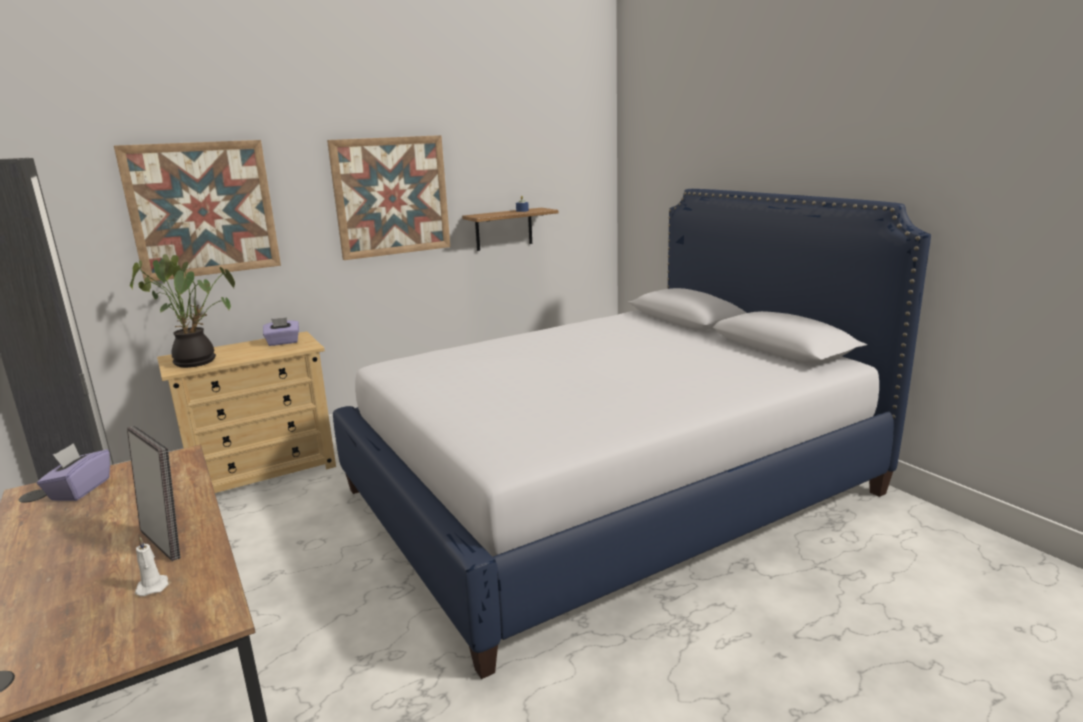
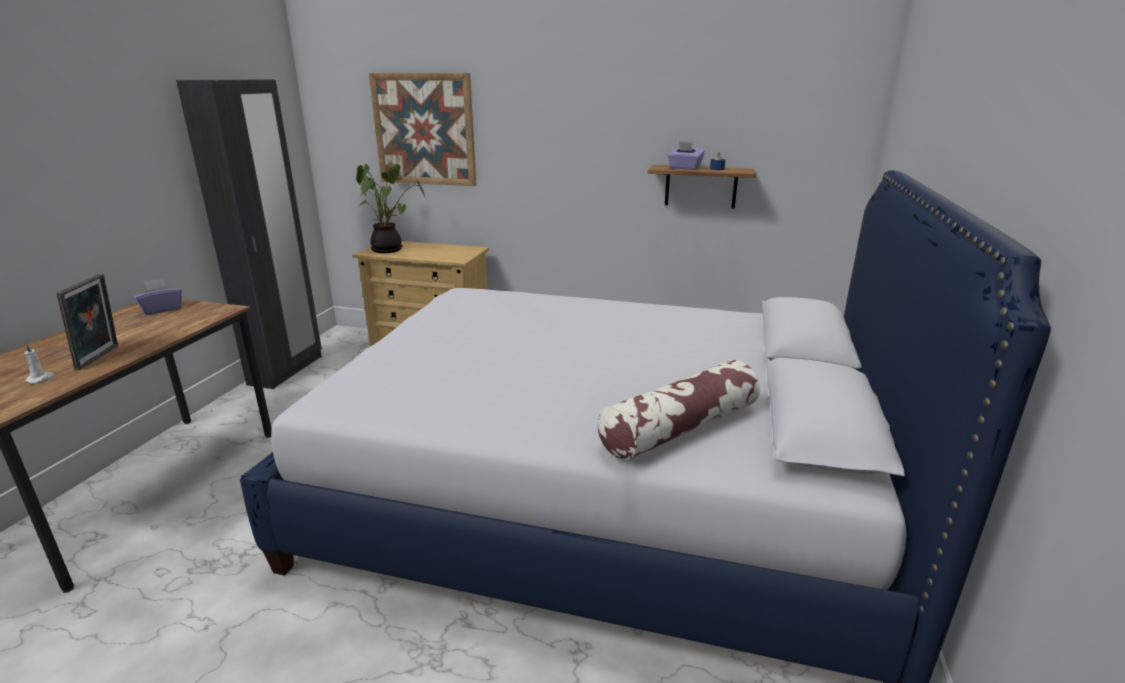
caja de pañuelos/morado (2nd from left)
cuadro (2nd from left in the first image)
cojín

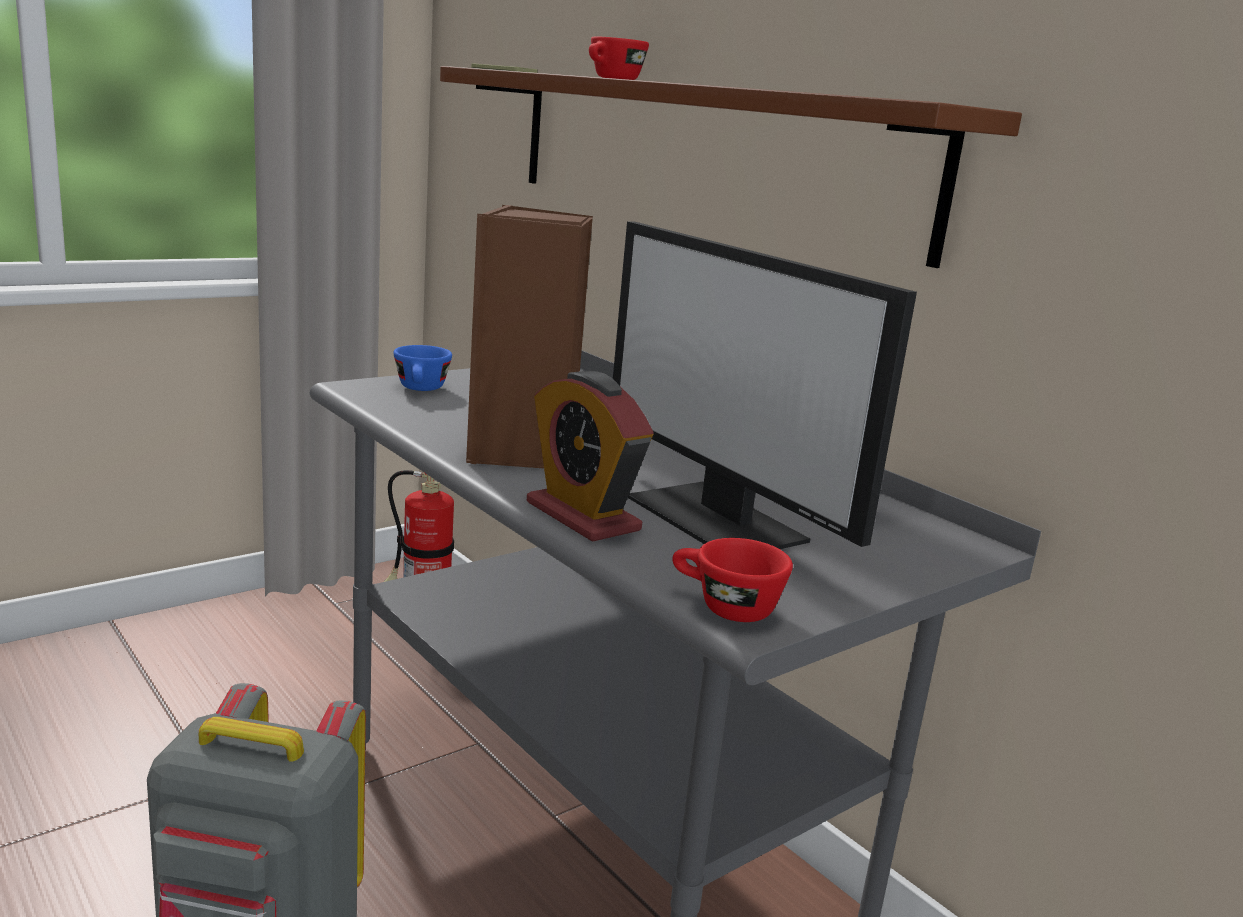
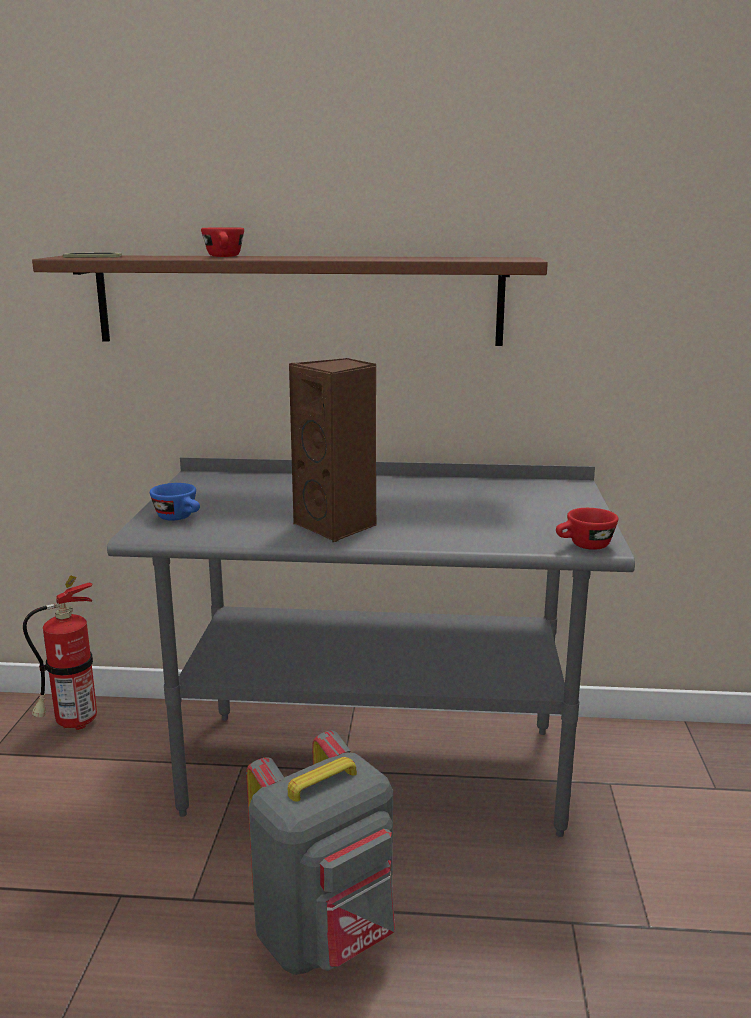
despertador
monitor

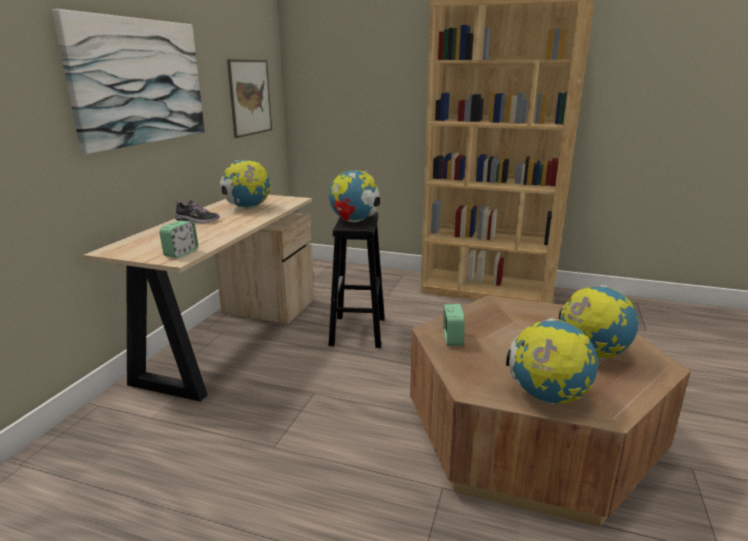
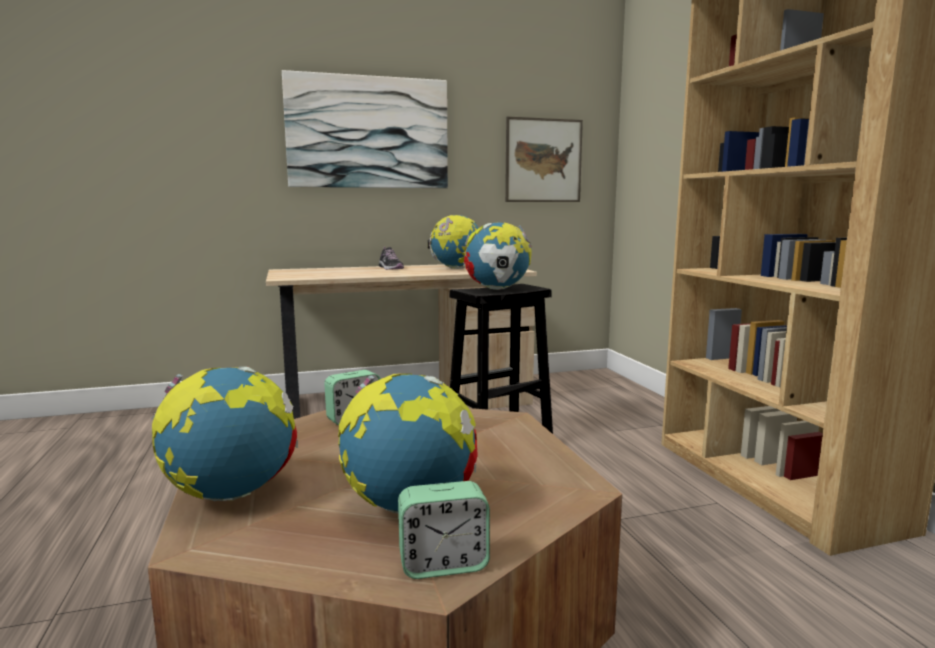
despertador (2nd from left)

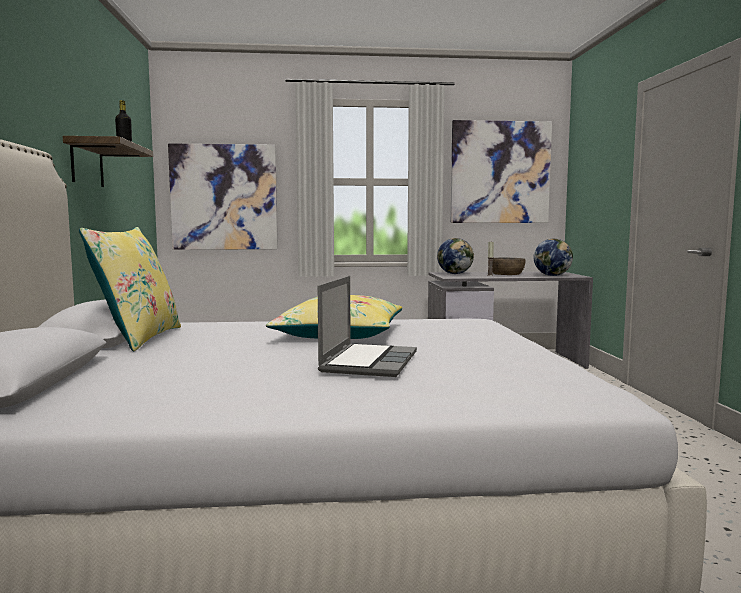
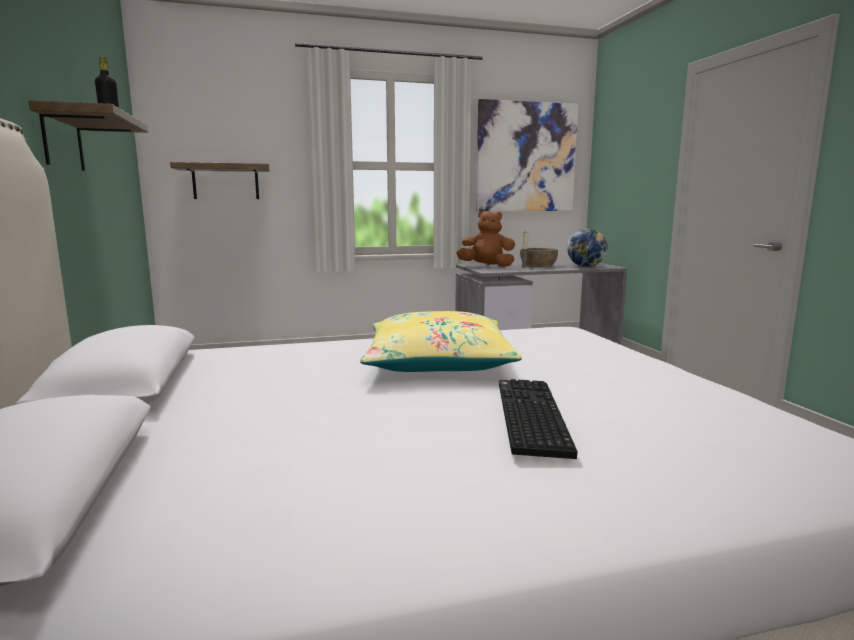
cojín/amarillo (1st from left in the first image)
estante (2nd from left)
teclado
peluche/marrón

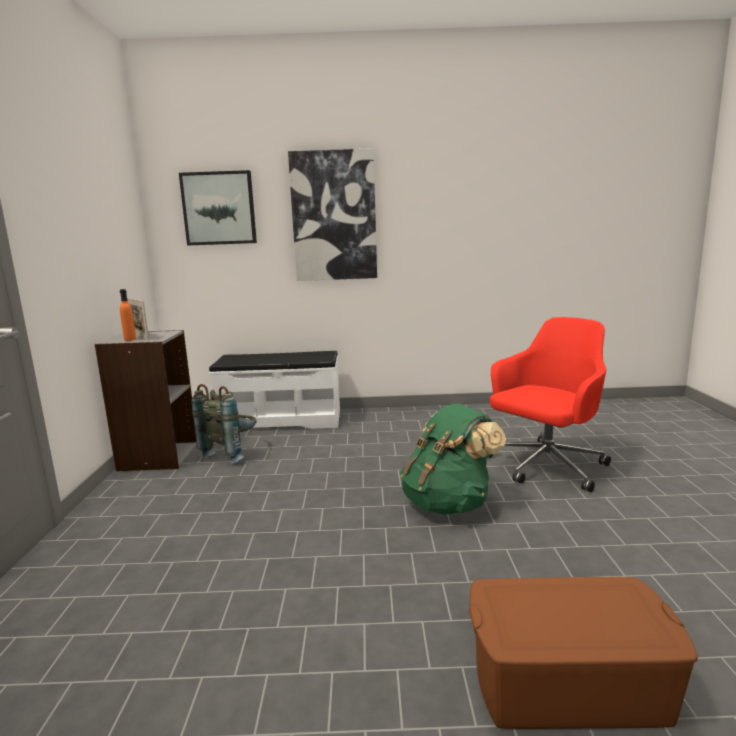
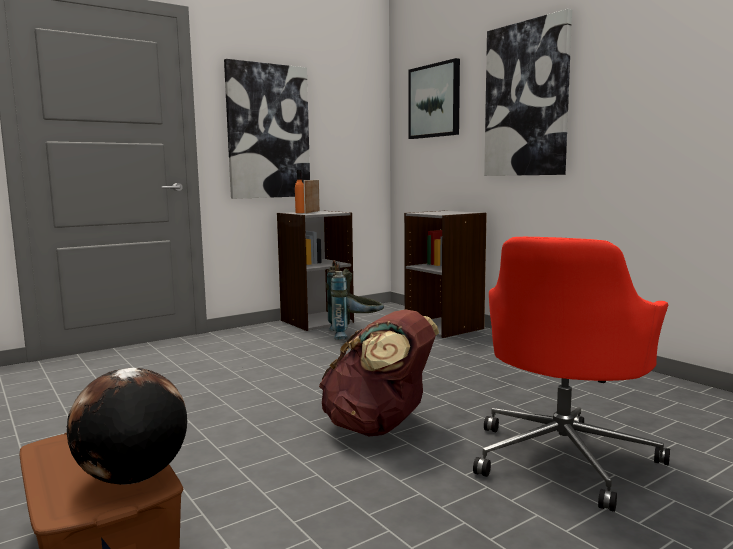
estantería/gris (2nd from left)
mochila/marrón
silla de oficina/rojo
globo terráqueo
cuadro (1st from left)

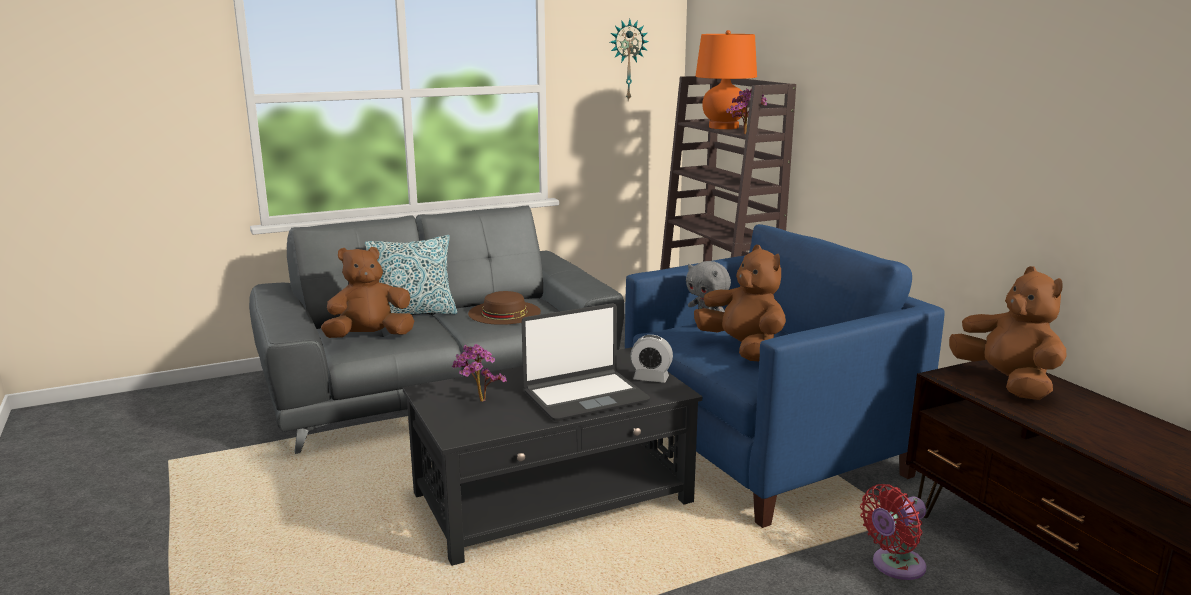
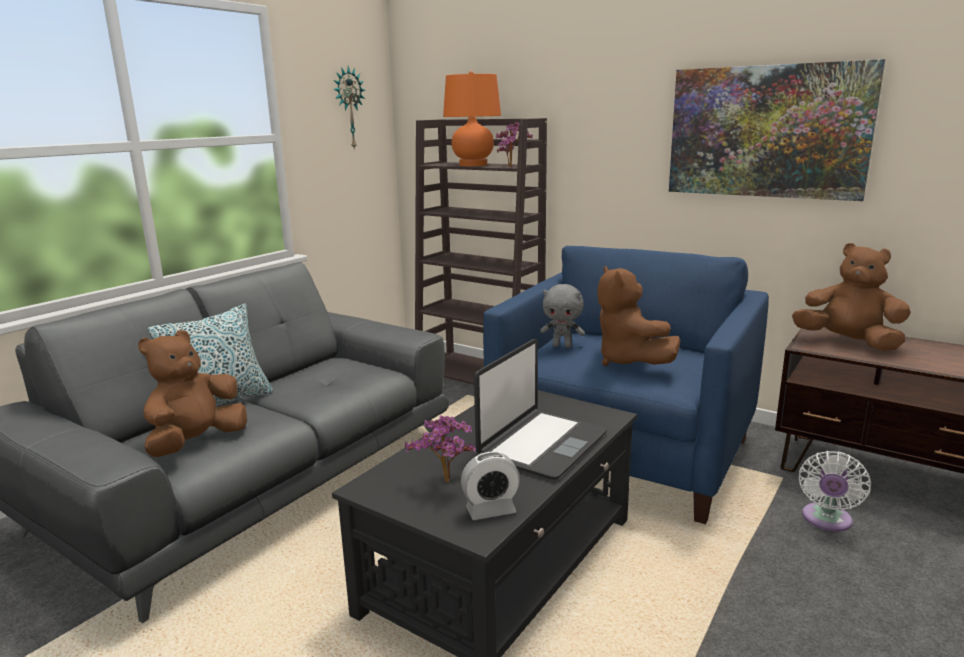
sombrero/marrón
despertador
peluche/marrón (2nd from left)
ventilador/blanco
cuadro

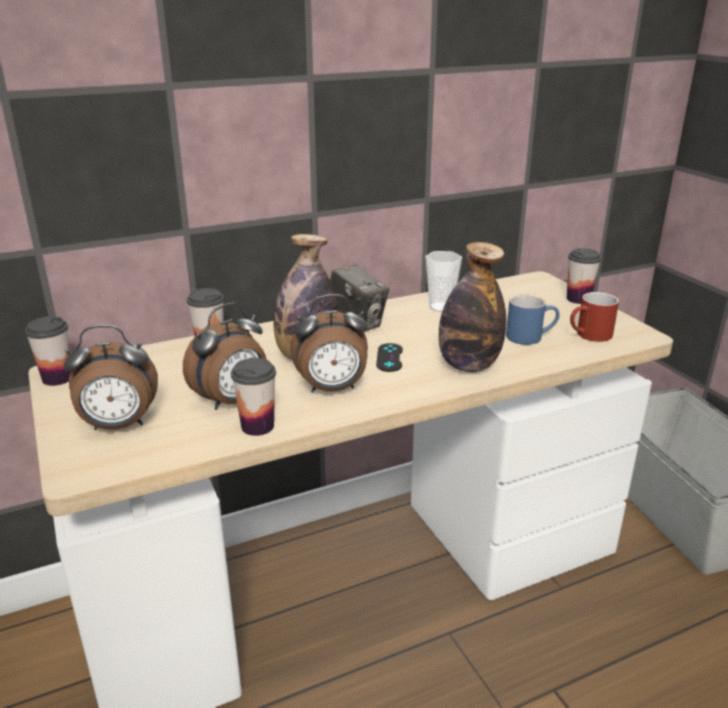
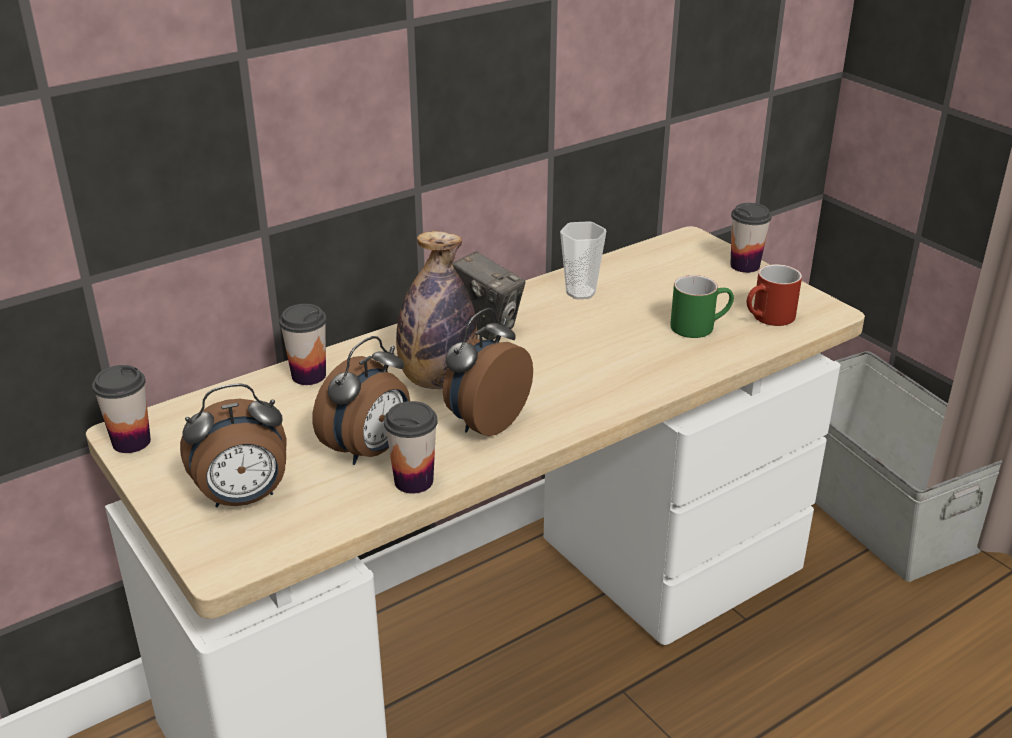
despertador (3rd from left)
mando de consola/negro
botella (2nd from left in the first image)
taza grande/verde

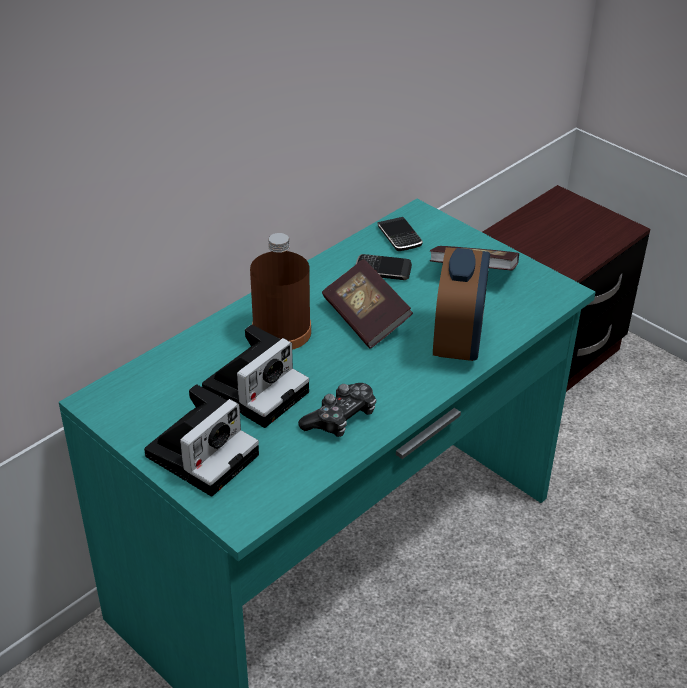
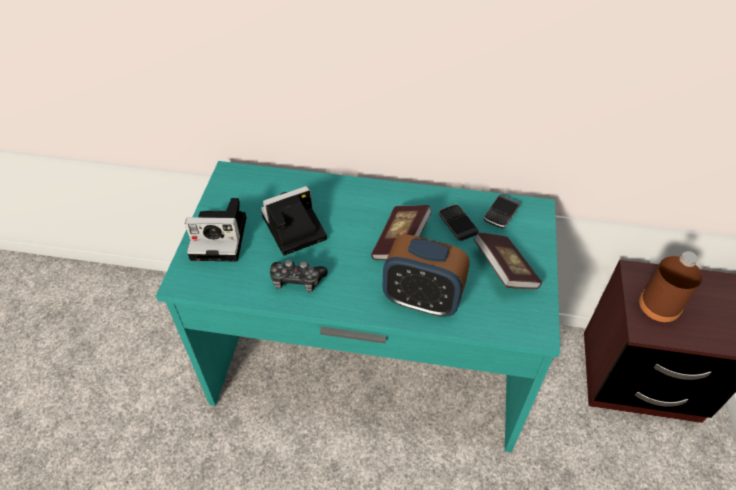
cámara (2nd from left)
botella/marrón
despertador

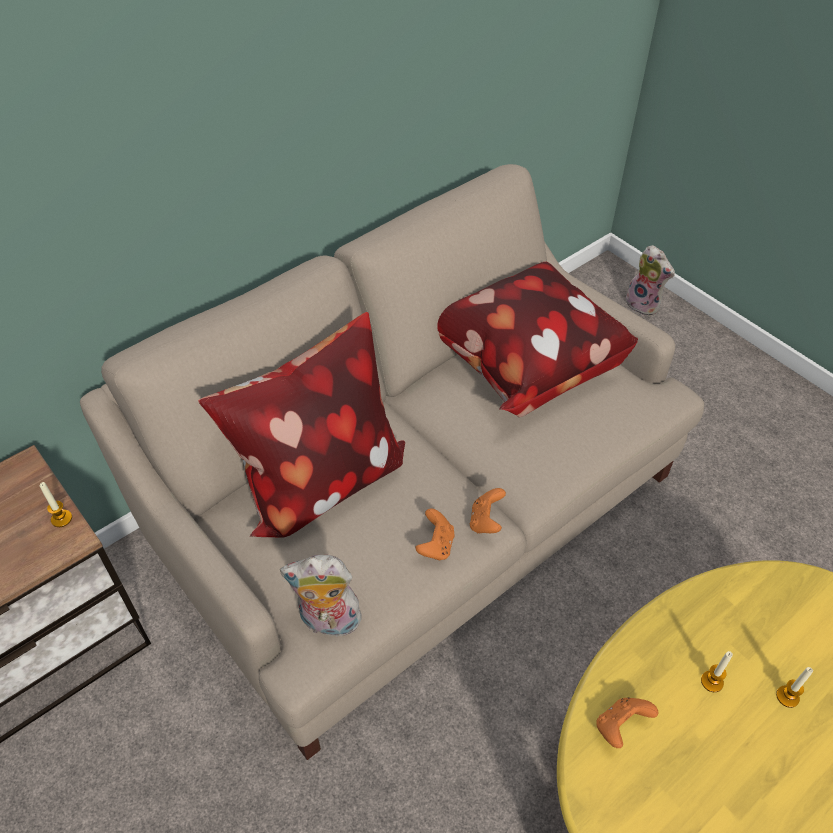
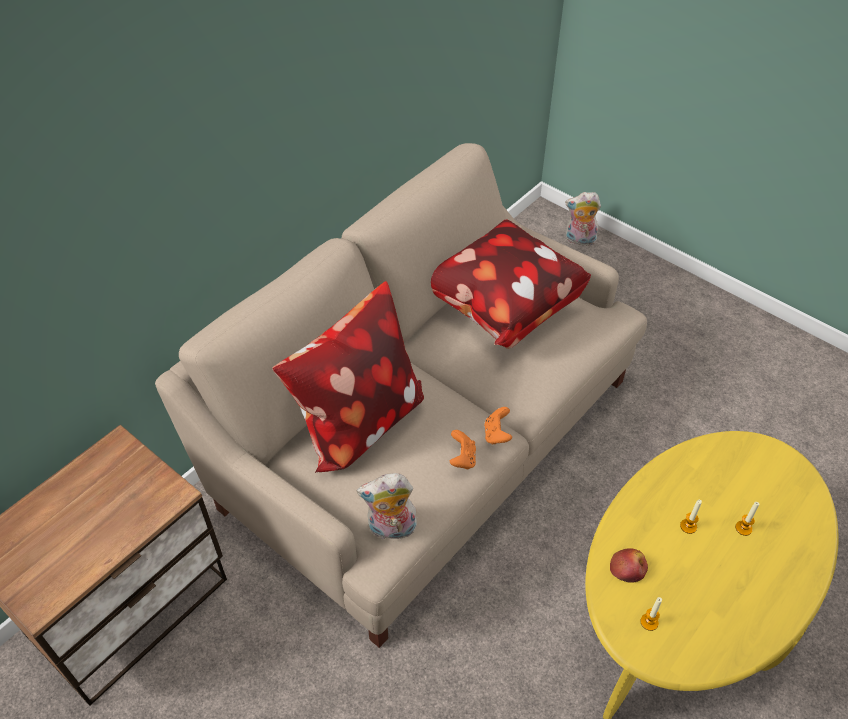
vela (1st from left)
manzana
peluche (2nd from left)

